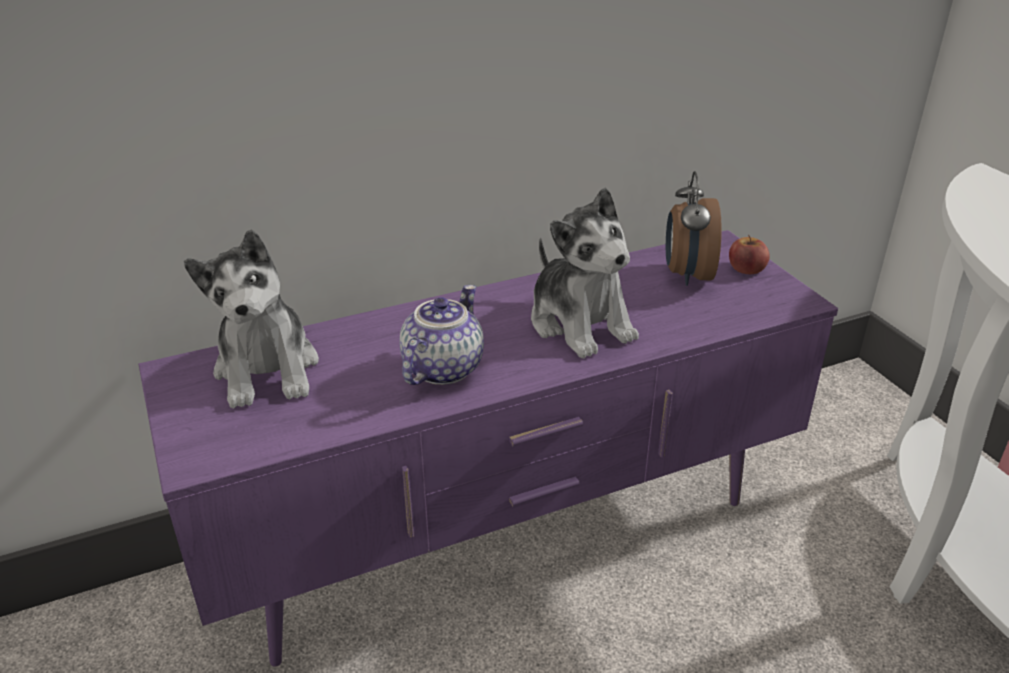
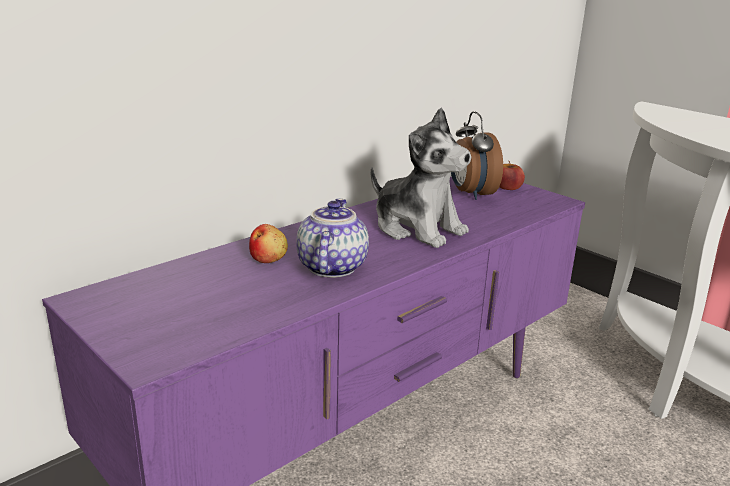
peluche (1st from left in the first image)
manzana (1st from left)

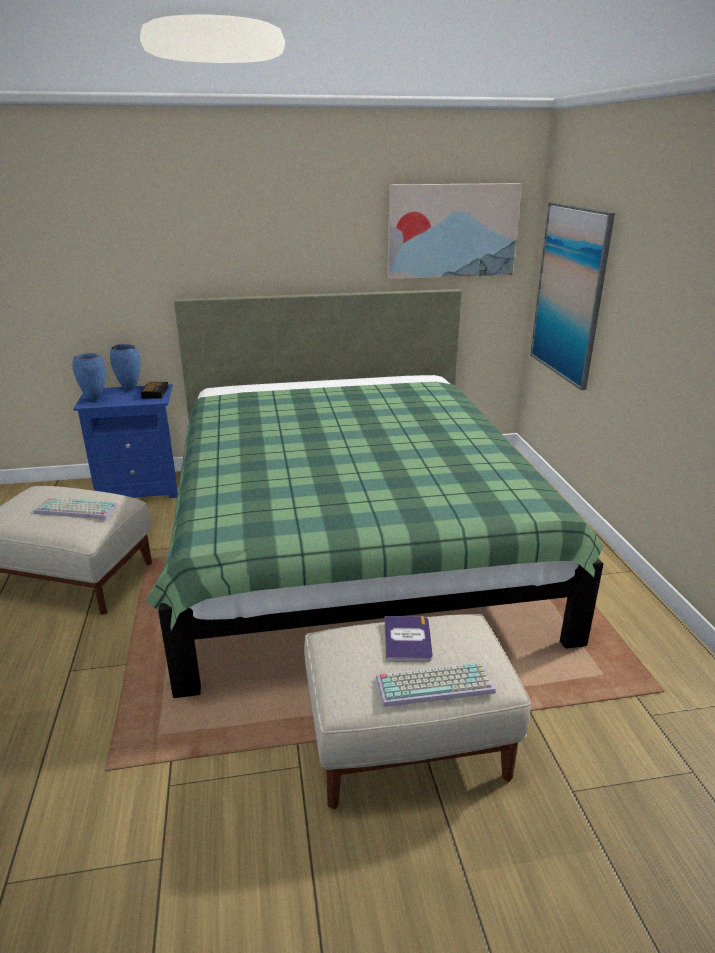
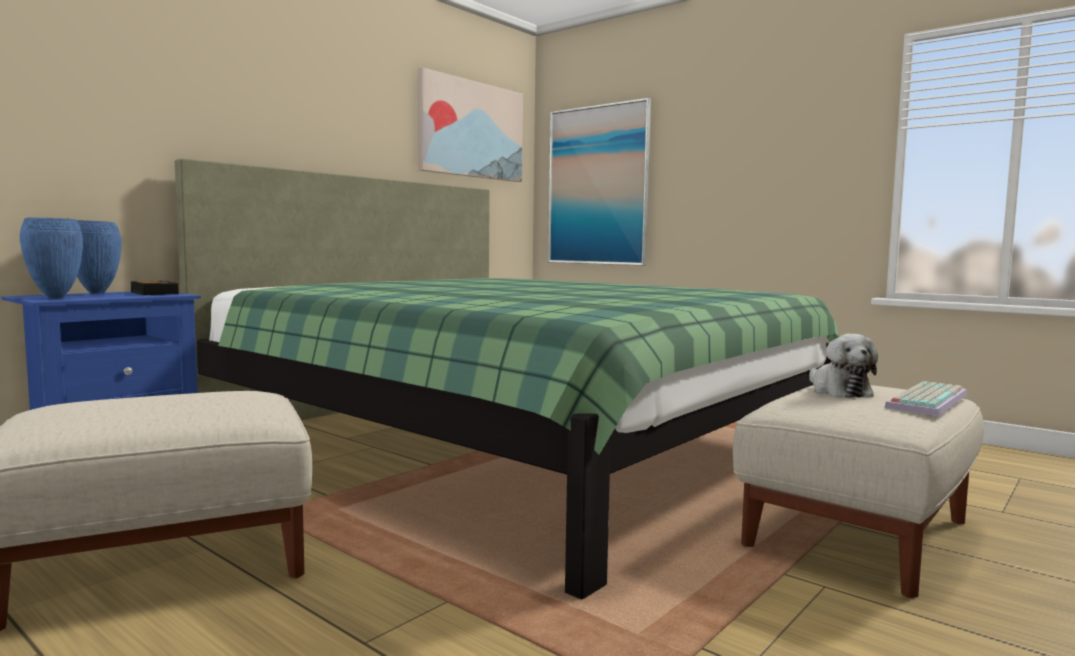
teclado (1st from left in the first image)
peluche

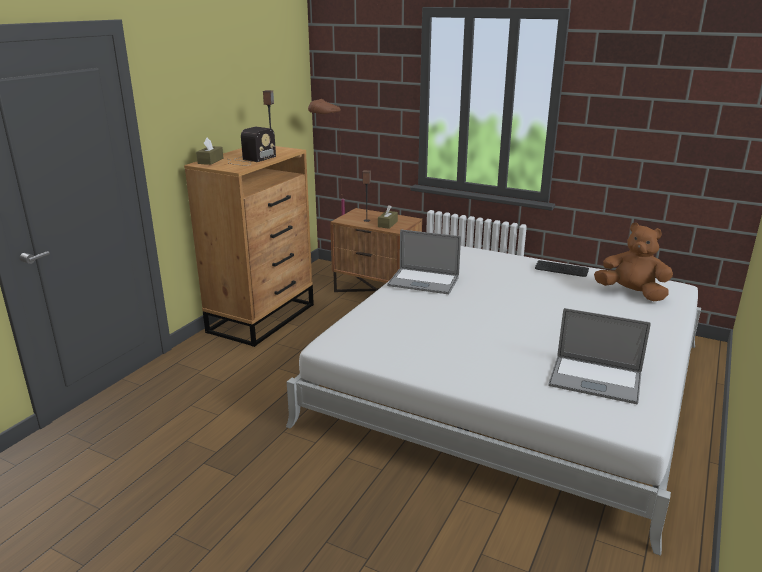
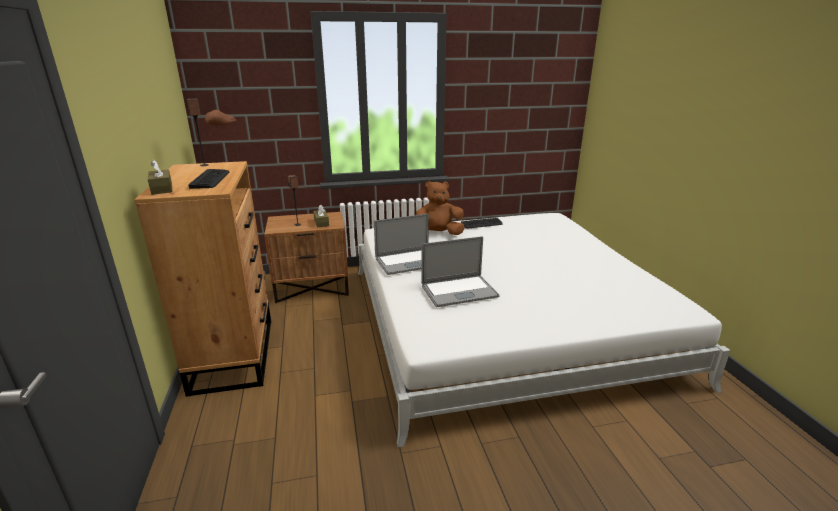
teclado (1st from left)
portátil (2nd from left)
peluche/marrón

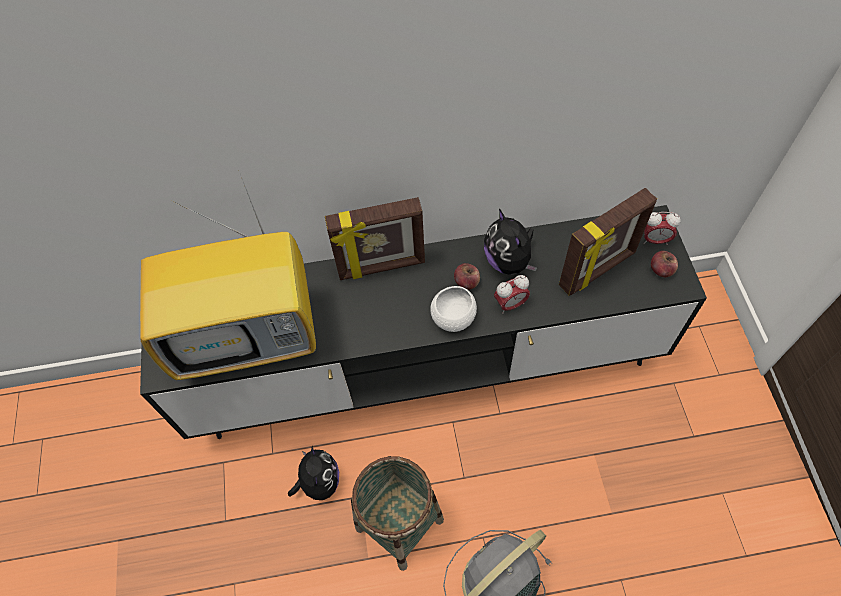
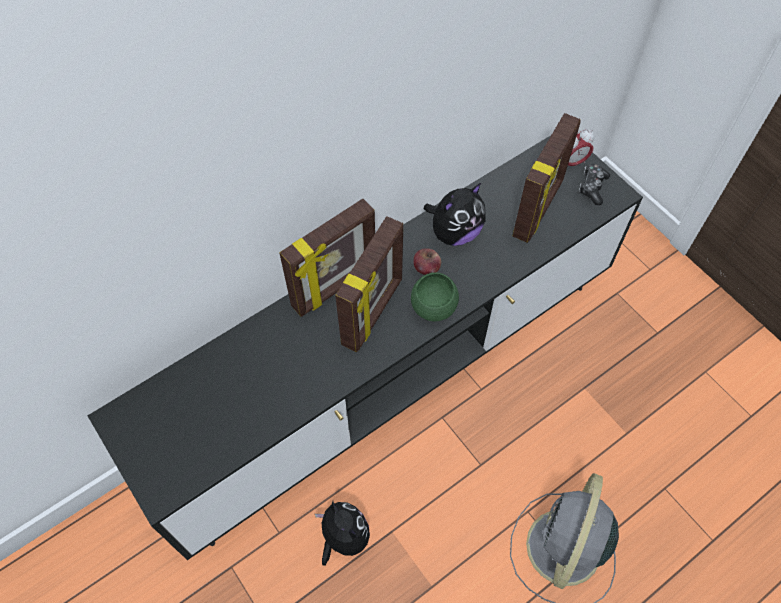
televisor
cesta
cuenco/verde
peluche (2nd from left)
despertador (1st from left in the first image)
mando de consola
portarretratos (2nd from left)

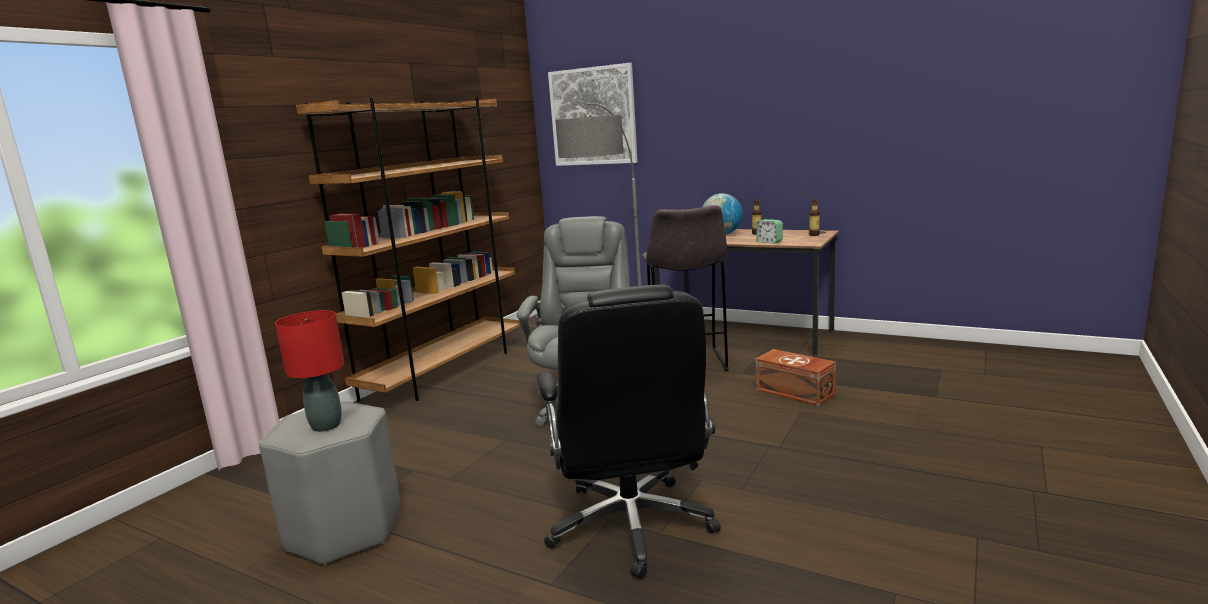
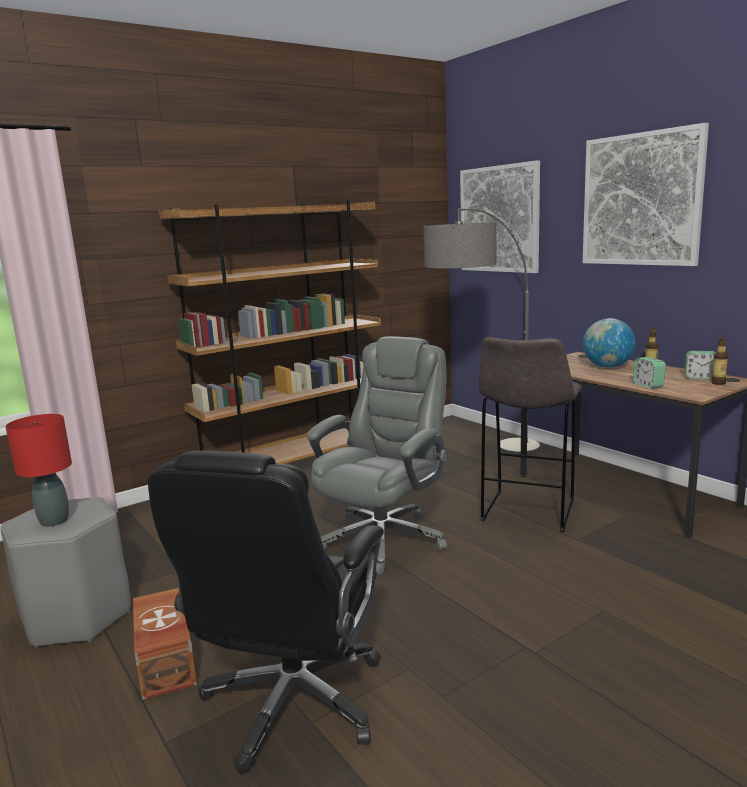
caja de almacenaje/marrón
cuadro (2nd from left)
despertador (2nd from left)

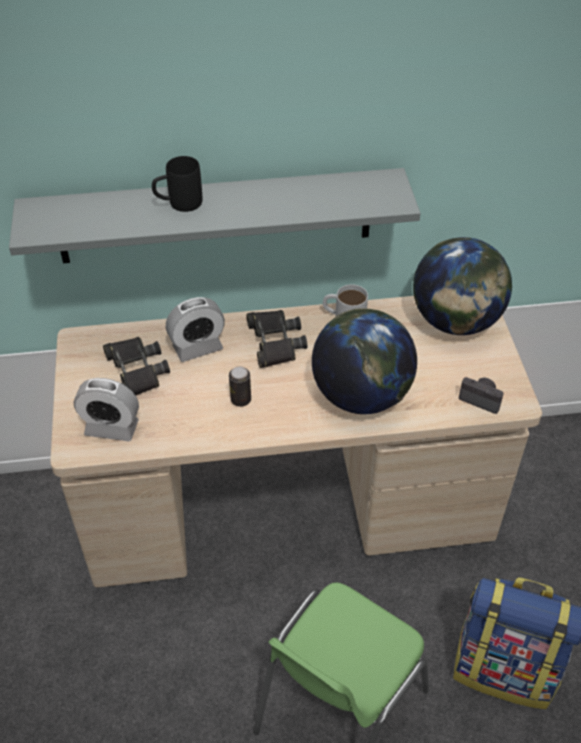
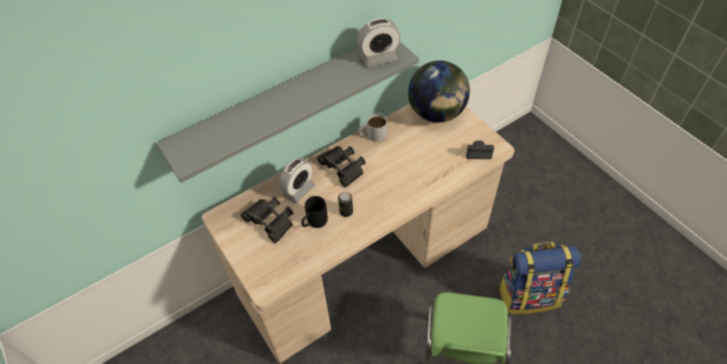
despertador (2nd from left)
taza grande/negro
globo terráqueo (1st from left in the first image)

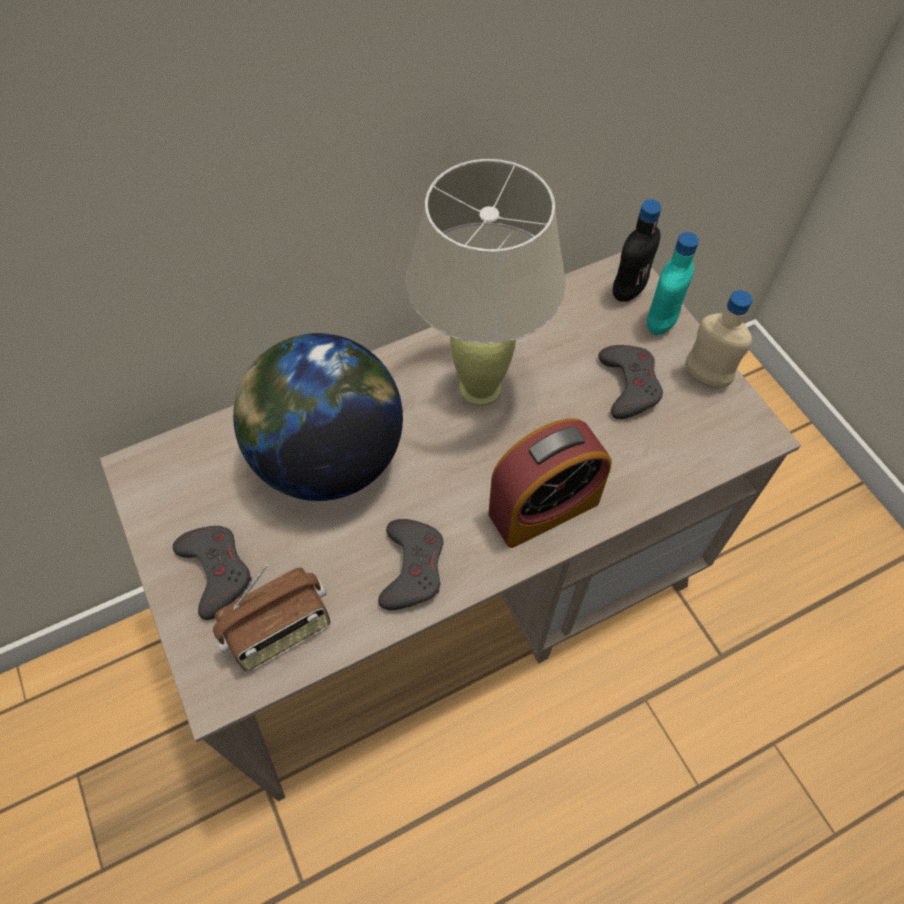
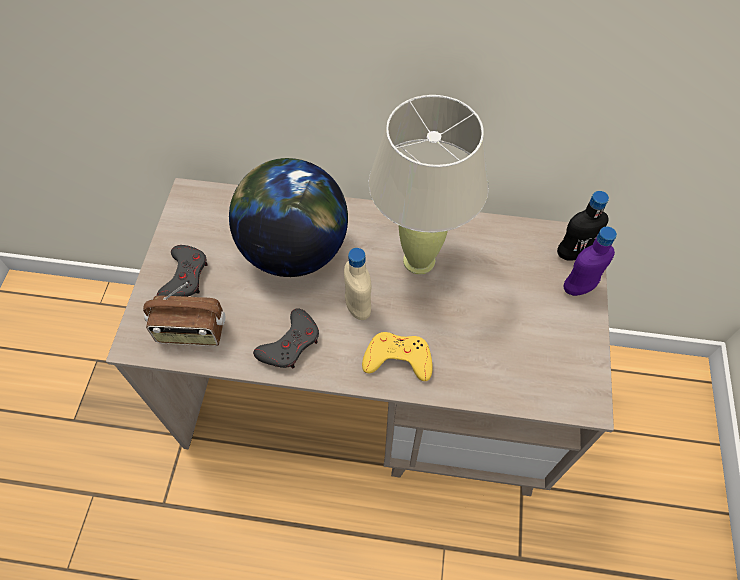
mando de consola/amarillo
mando de consola/gris (3rd from left in the first image)
botella/morado
botella/beis

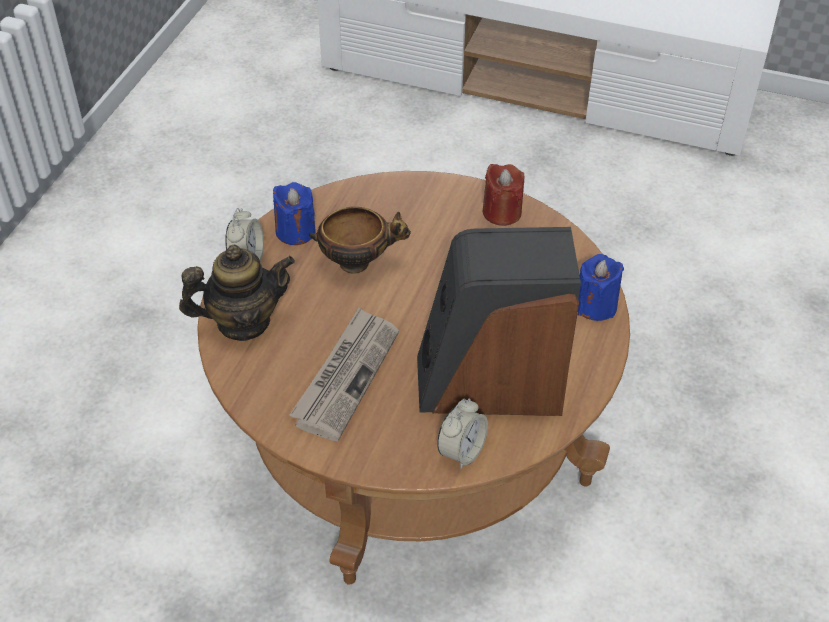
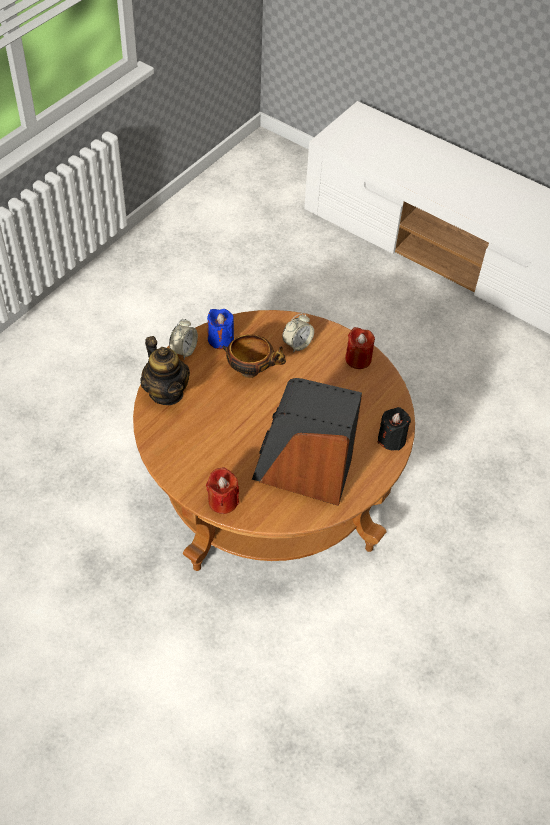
tetera
periódico
despertador (2nd from left)
vela/negro
vela/rojo (1st from left)

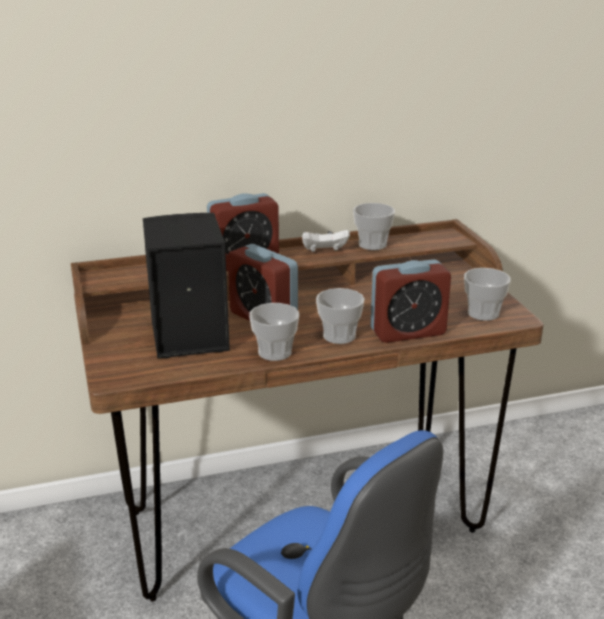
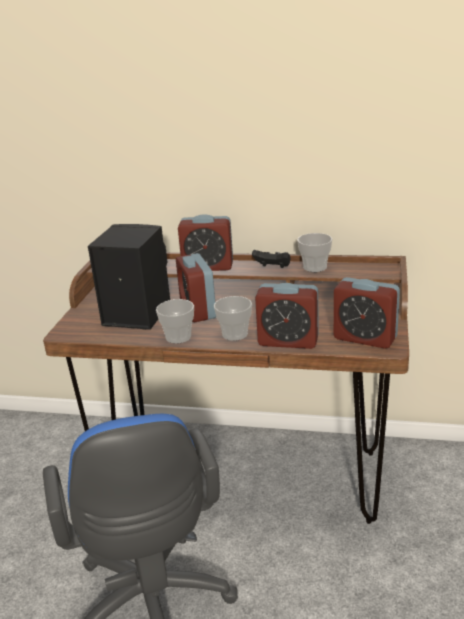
mando de consola/negro
despertador (4th from left)

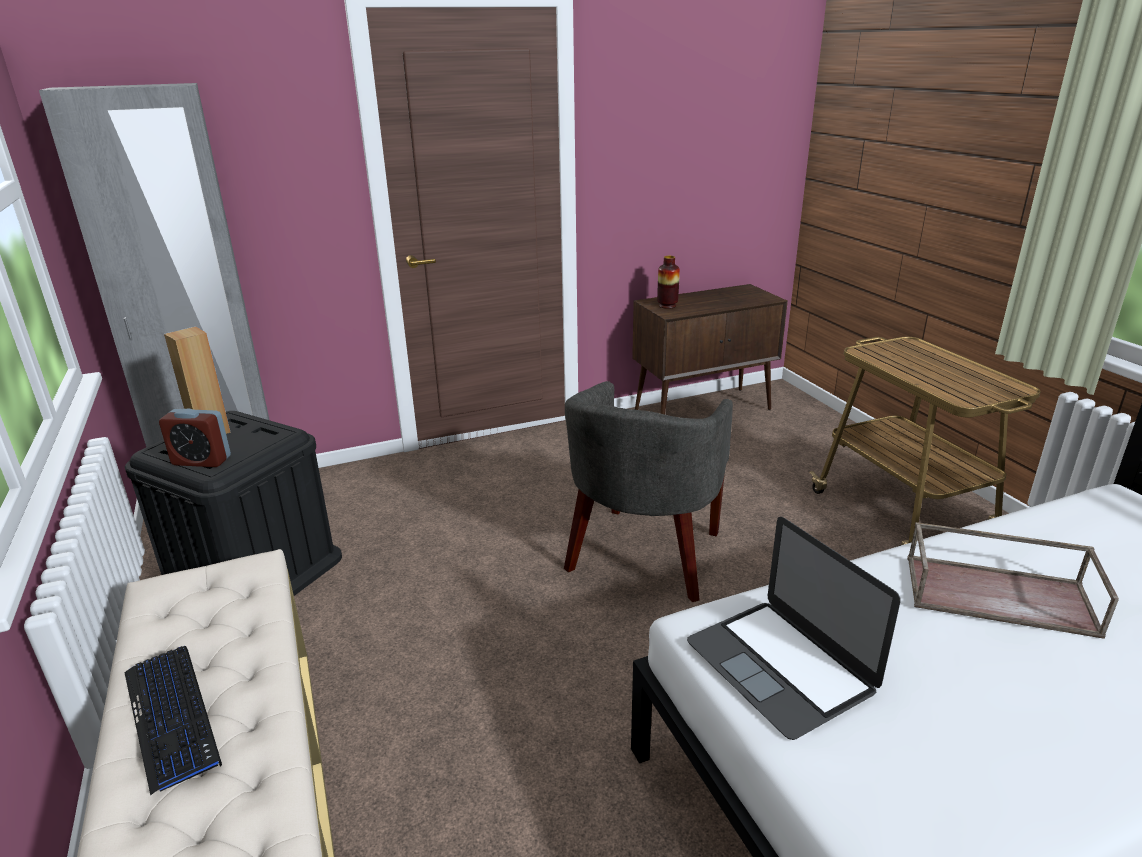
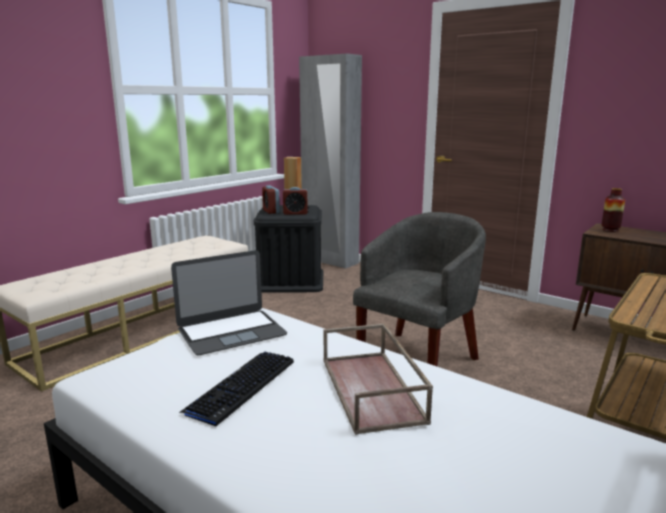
teclado
sillón/gris
portátil
despertador (2nd from left)

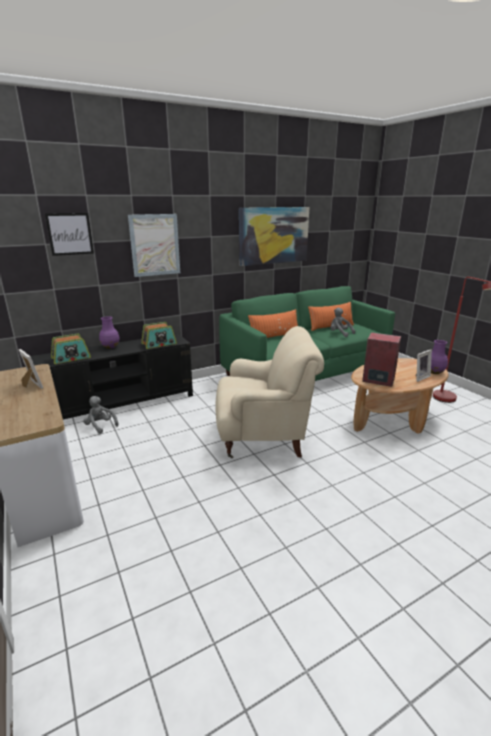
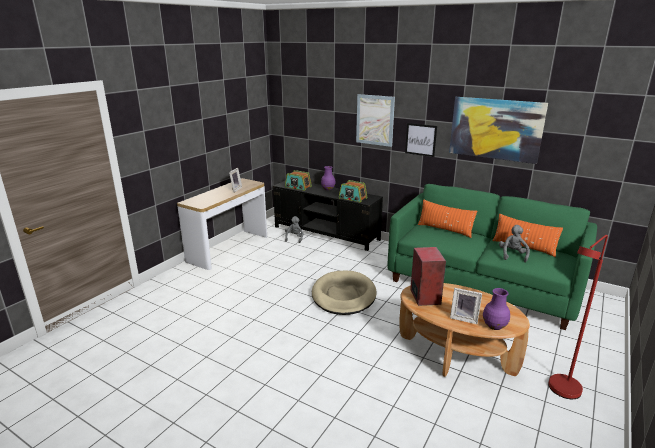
cuadro (2nd from left)
cama para perro/beis

